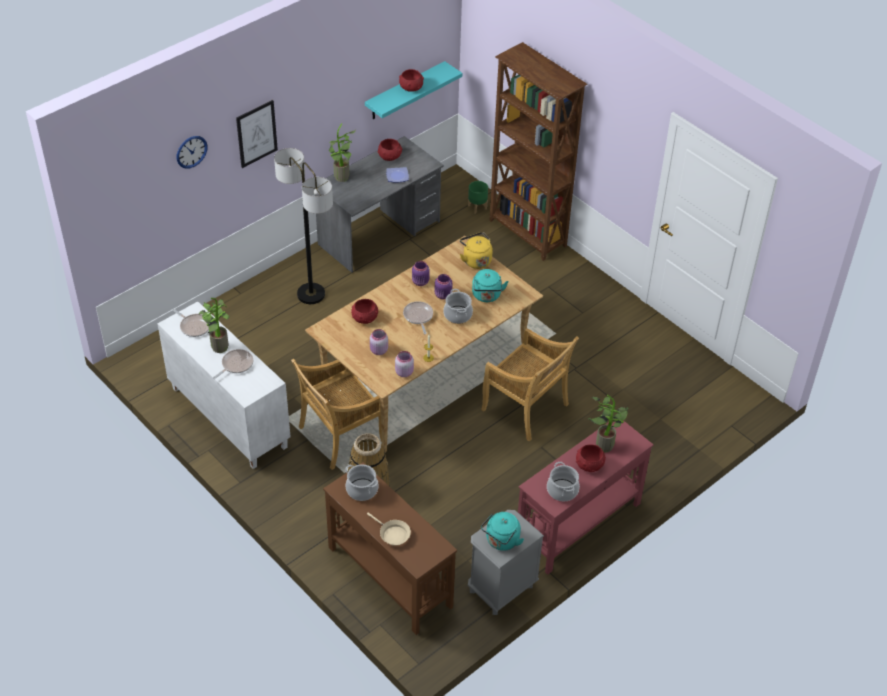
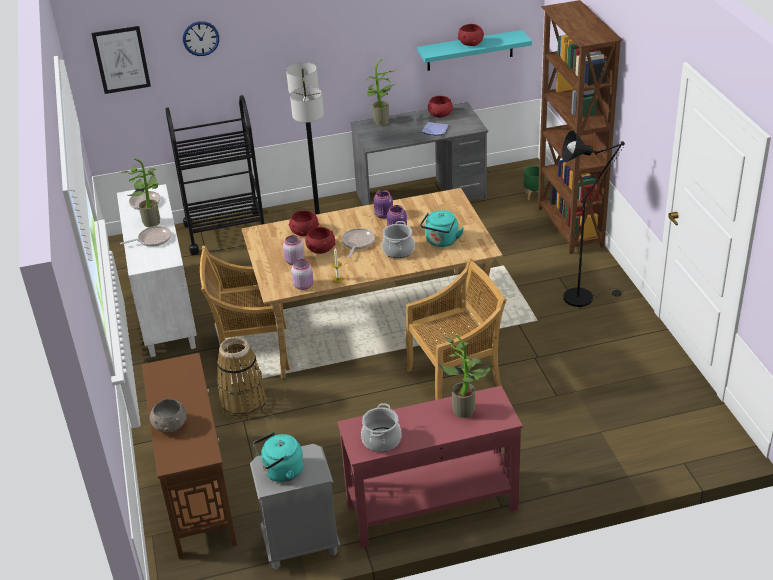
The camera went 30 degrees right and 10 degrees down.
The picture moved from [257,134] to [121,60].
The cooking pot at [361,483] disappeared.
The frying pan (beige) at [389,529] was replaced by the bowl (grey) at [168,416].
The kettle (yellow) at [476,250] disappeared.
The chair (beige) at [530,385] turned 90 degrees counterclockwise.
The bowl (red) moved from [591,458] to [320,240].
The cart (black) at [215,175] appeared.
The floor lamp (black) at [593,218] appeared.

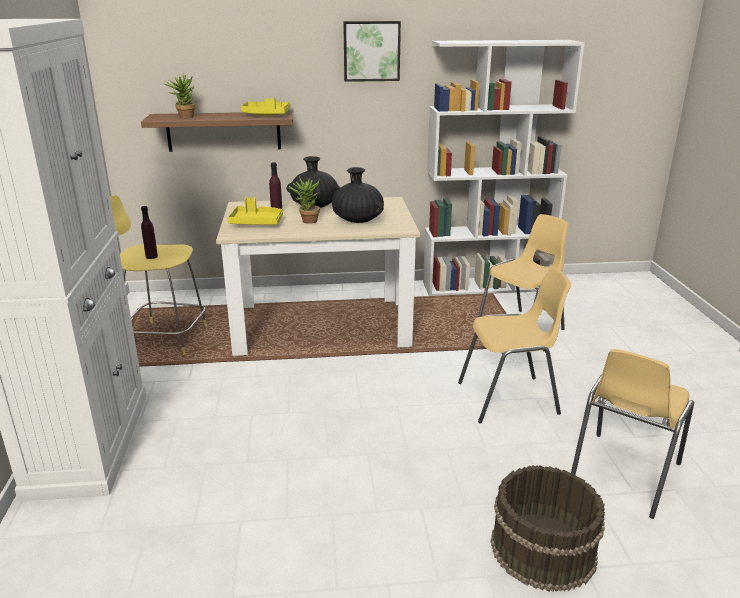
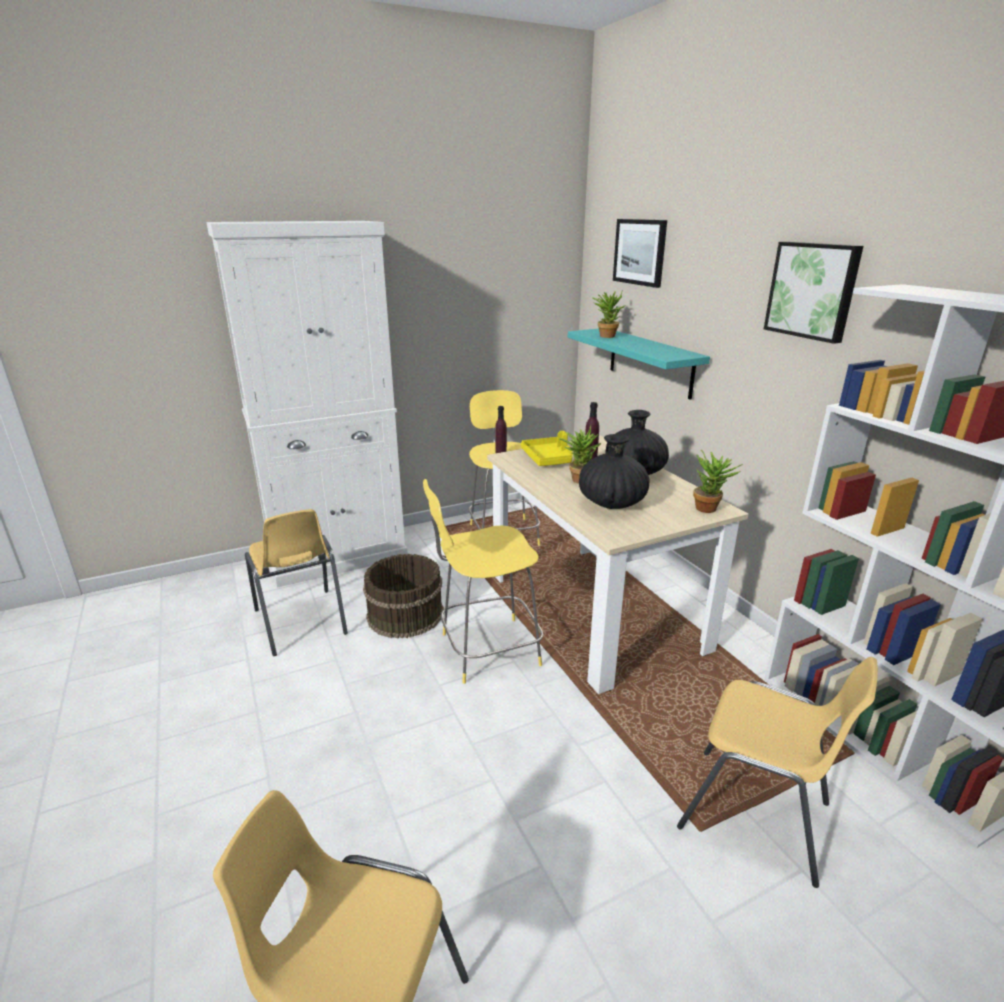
The camera went 70 degrees right and 0 degrees up.
The shelf (brown) at [217,132] became the shelf (turquoise) at [639,364].
The tray (yellow) at [265,107] disappeared.
The chair (yellow) moved from [514,345] to [296,582].
The bucket (brown) moved from [547,528] to [403,596].
The stool (yellow) at [483,581] appeared.
The picture at [640,253] appeared.
The potted plant at [718,481] appeared.

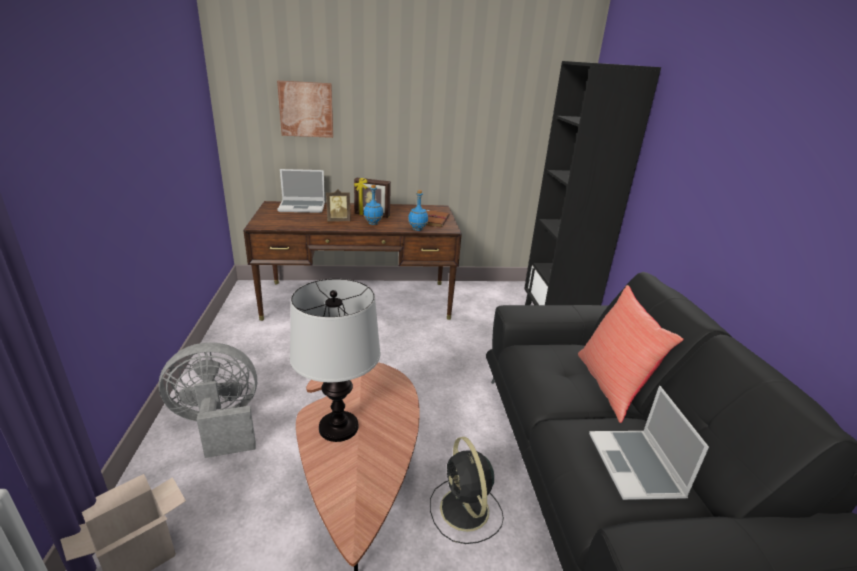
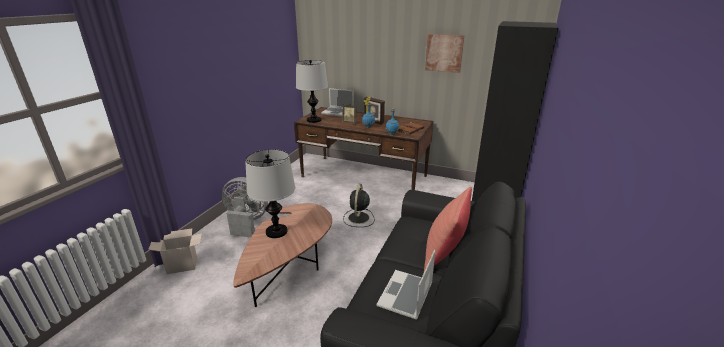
The camera went 30 degrees right and 0 degrees up.
The picture moved from [305,109] to [444,53].
The fan (black) moved from [467,490] to [358,205].
The table lamp at [312,91] appeared.

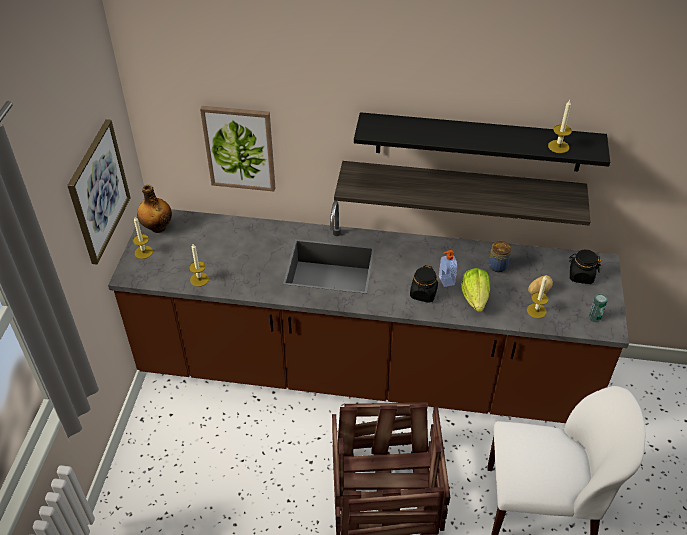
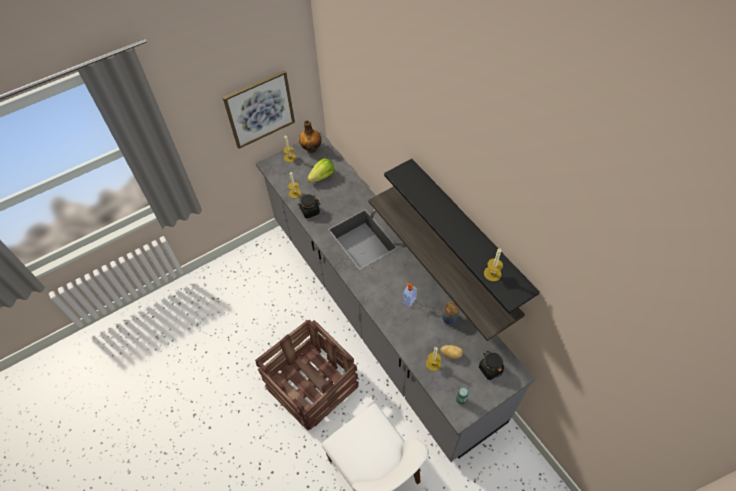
The camera went 50 degrees right and 10 degrees up.
The counter (brown) at [368,312] became the counter (grey) at [395,297].
The picture at [237,148] disappeared.
The jar (black) moved from [424,284] to [309,206].
The lettuce moved from [475,290] to [321,170].

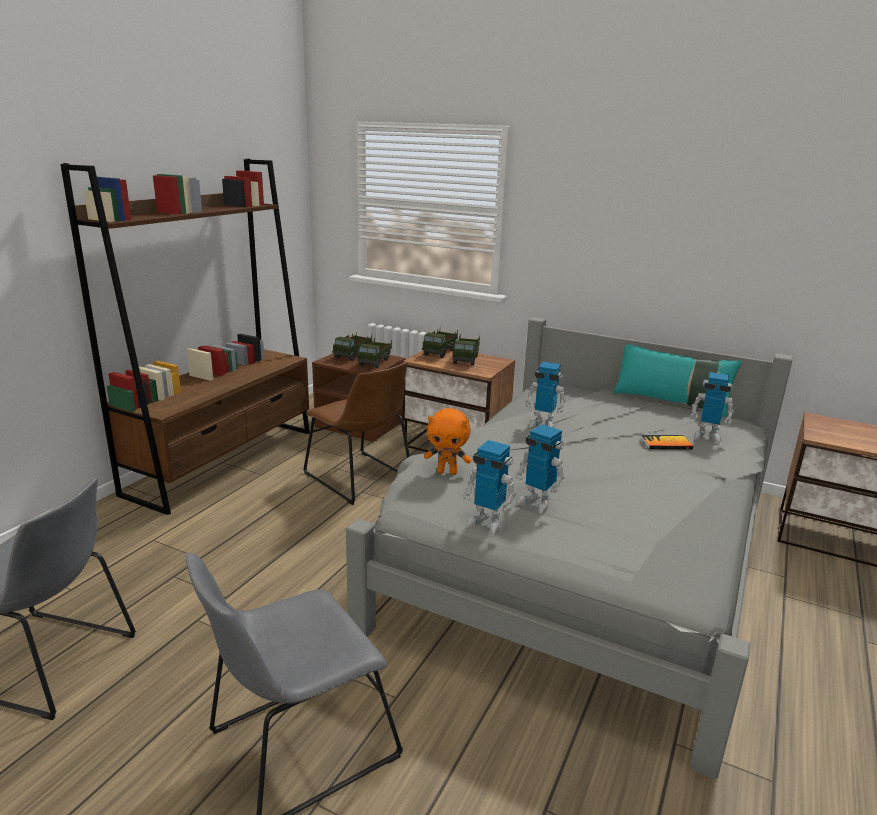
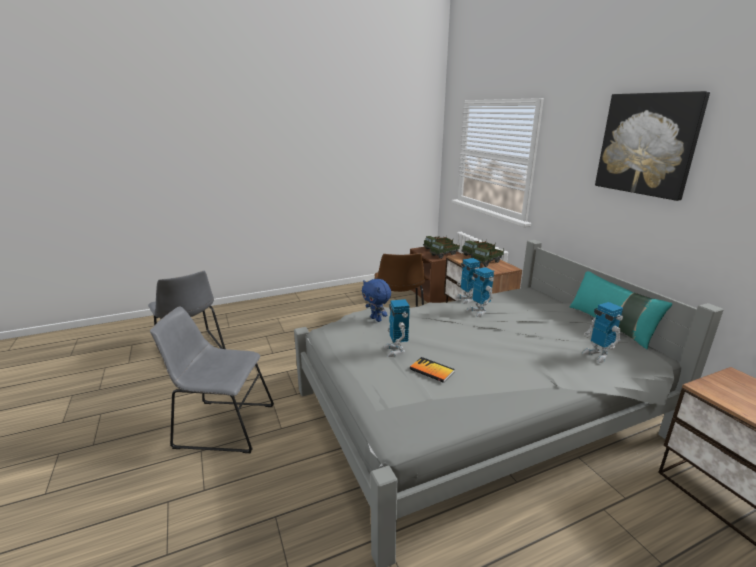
The camera went 40 degrees right and 0 degrees up.
The bookcase (brown) at [185,337] disappeared.
The plush toy (orange) at [447,441] became the plush toy (blue) at [376,300].
The toy robot moved from [489,487] to [467,281].
The book moved from [667,442] to [431,370].
The picture at [652,146] appeared.

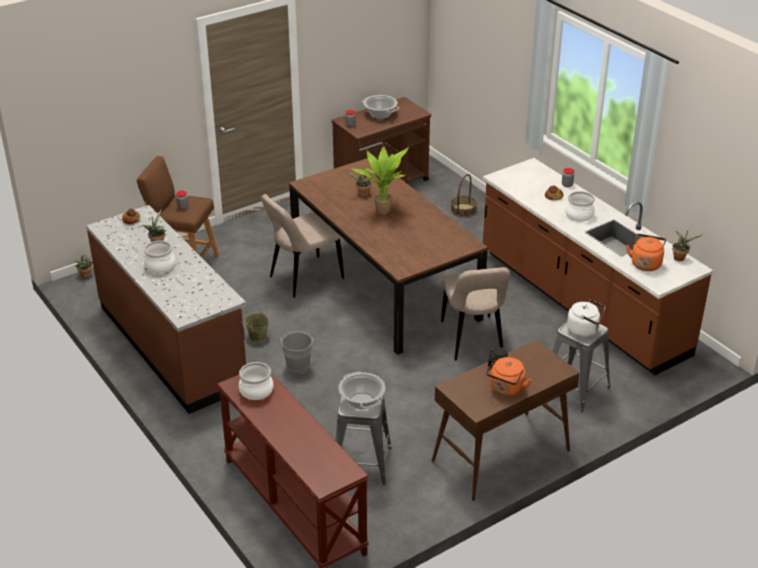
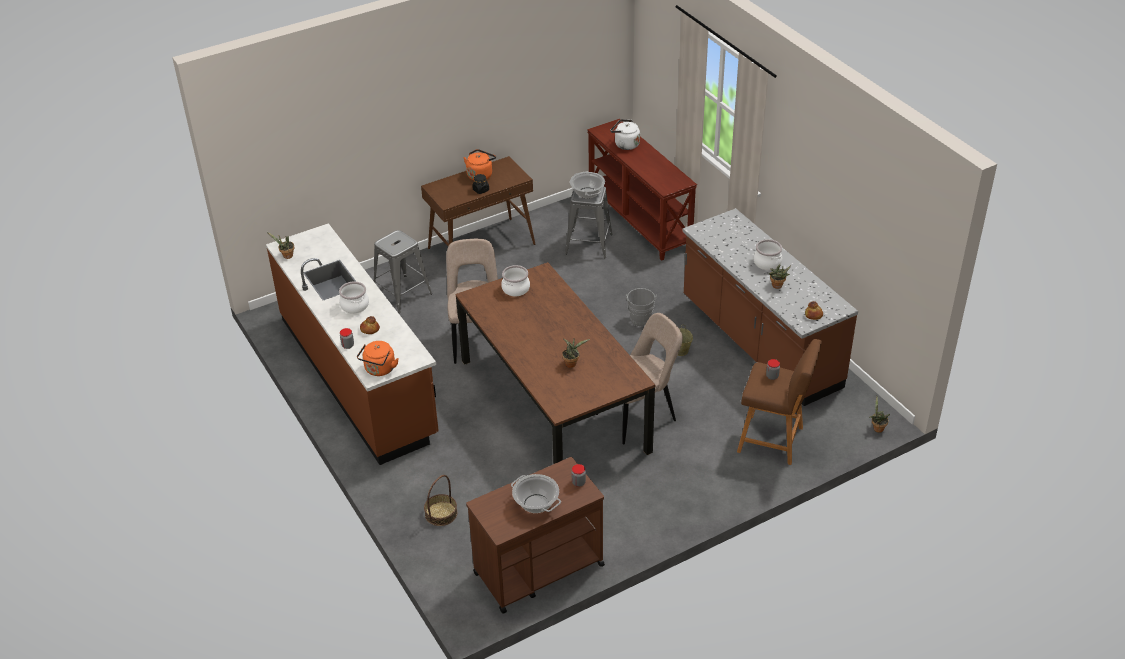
The camera went 175 degrees left and 5 degrees up.
The cooking pot moved from [256,381] to [515,280].
The potted plant at [380,180] disappeared.
The kettle (white) moved from [586,318] to [625,134].
The kettle (orange) moved from [646,252] to [377,358].

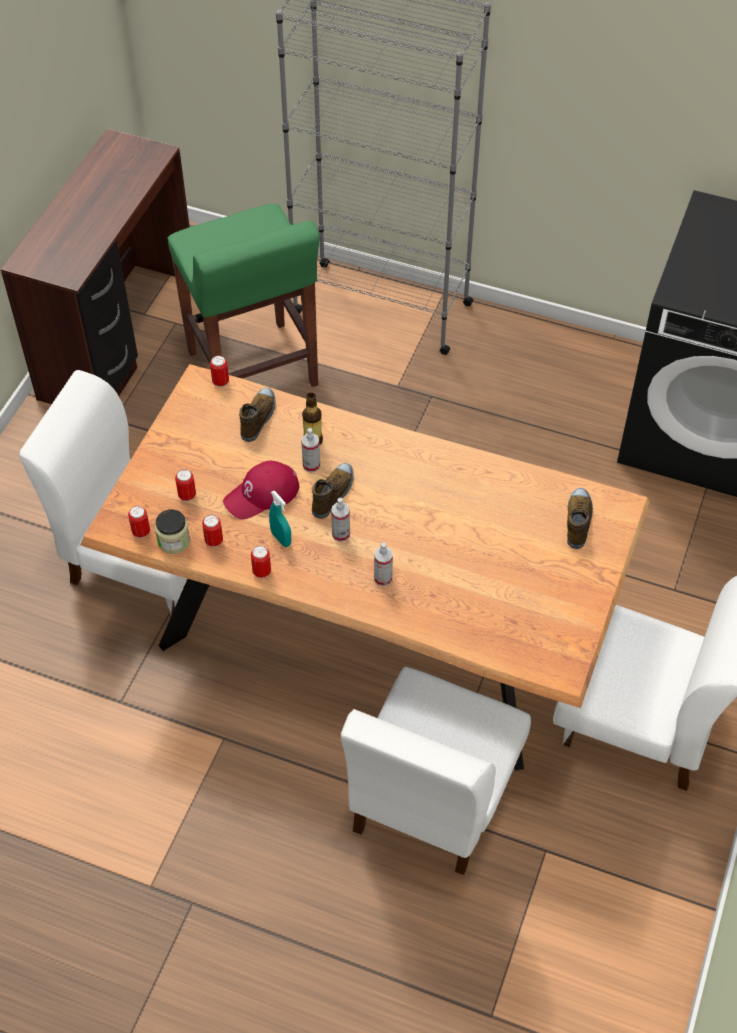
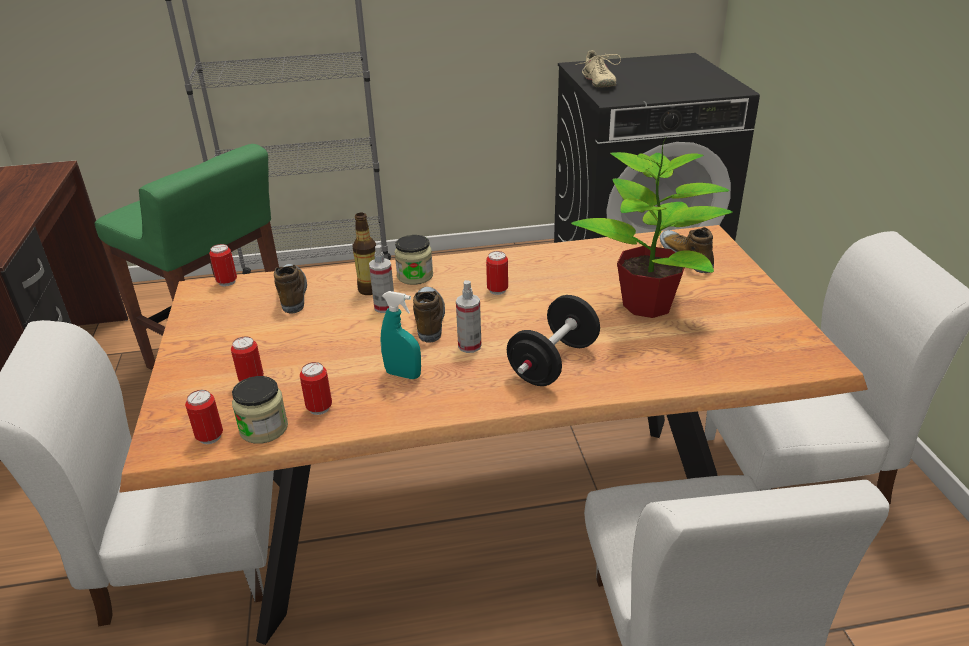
The camera went 30 degrees left and 20 degrees down.
The cap (red) at [261,490] disappeared.
The can moved from [261,562] to [497,273].
The spray bottle at [383,564] was replaced by the dumbbell (black) at [553,340].
The jar at [414,260] appeared.
The potted plant at [652,228] appeared.
The shoe (beige) at [598,68] appeared.

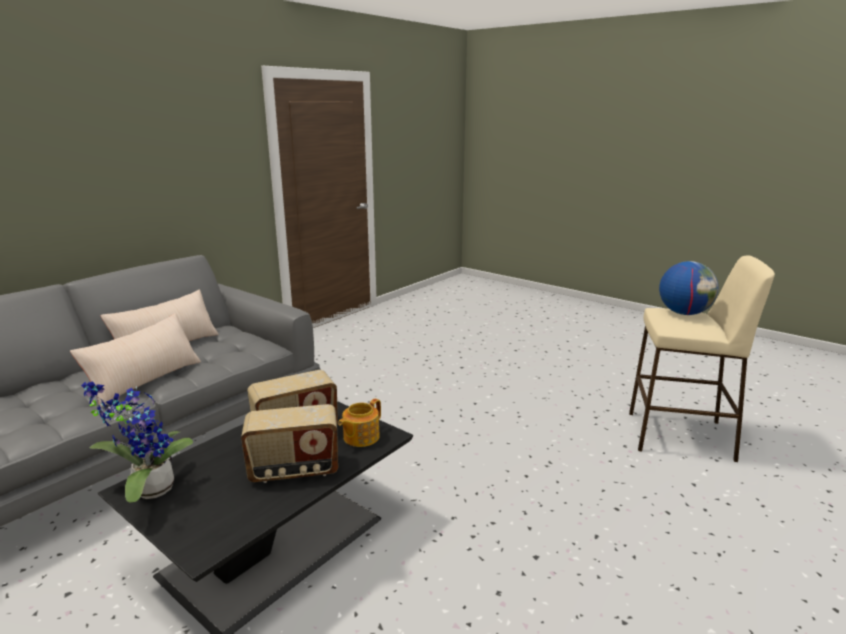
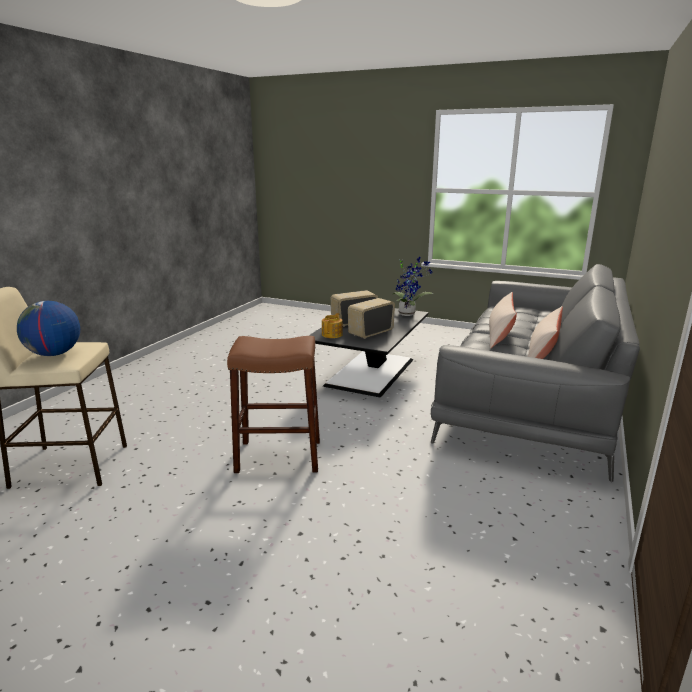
The camera went 165 degrees right and 0 degrees up.
The stool (brown) at [273,404] appeared.

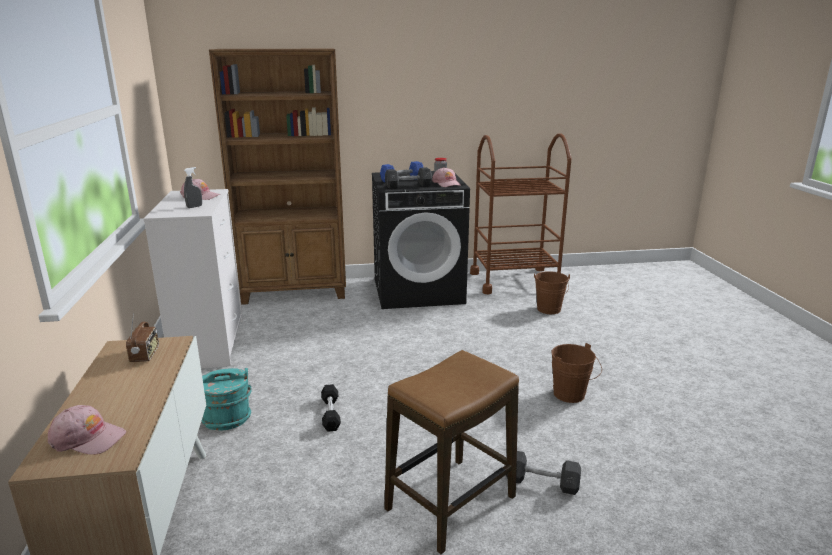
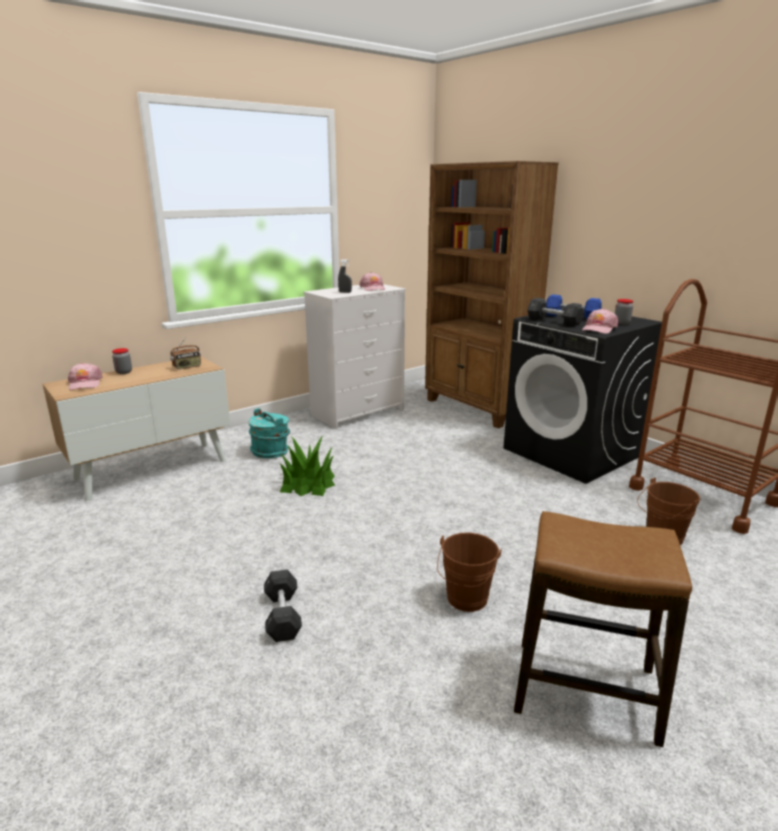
The camera went 60 degrees right and 0 degrees up.
The dumbbell (black) at [331,408] was replaced by the potted plant at [307,466].
The stool moved from [451,452] to [603,629].
The jar at [122,361] appeared.

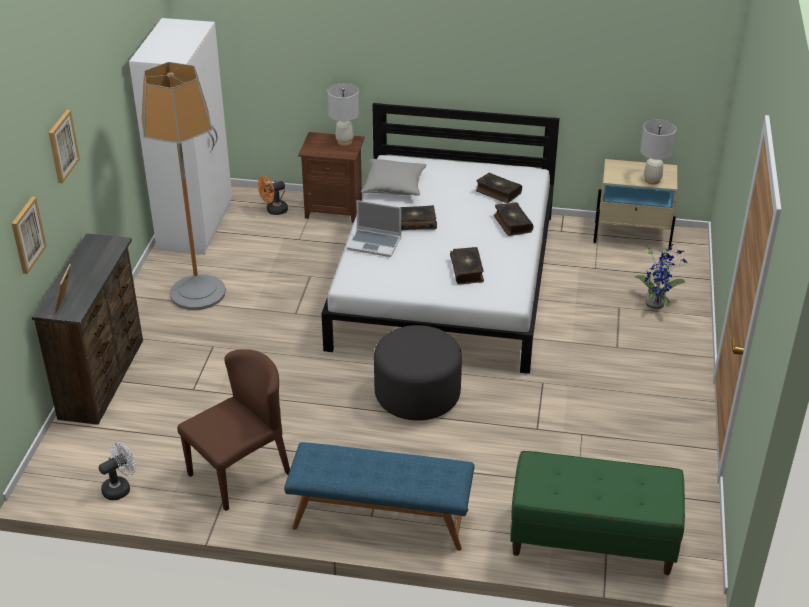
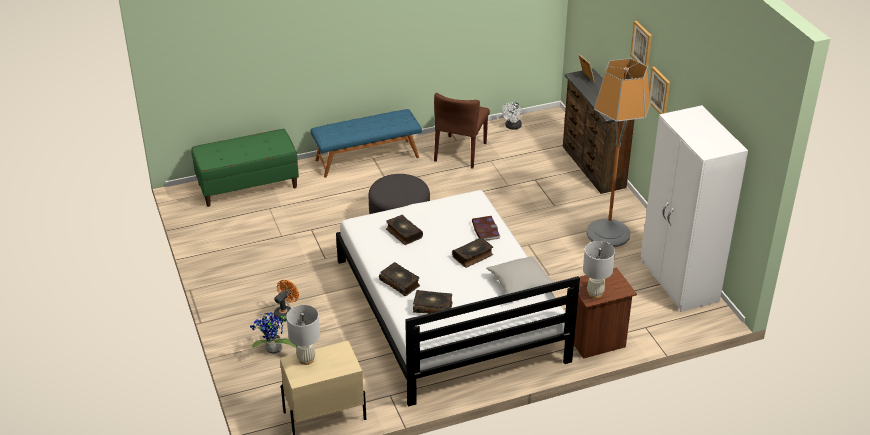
The camera went 150 degrees right and 0 degrees up.
The picture moved from [29,235] to [659,90].
The fan (orange) moved from [273,195] to [286,301].
The laptop at [373,228] was replaced by the book at [486,228].

